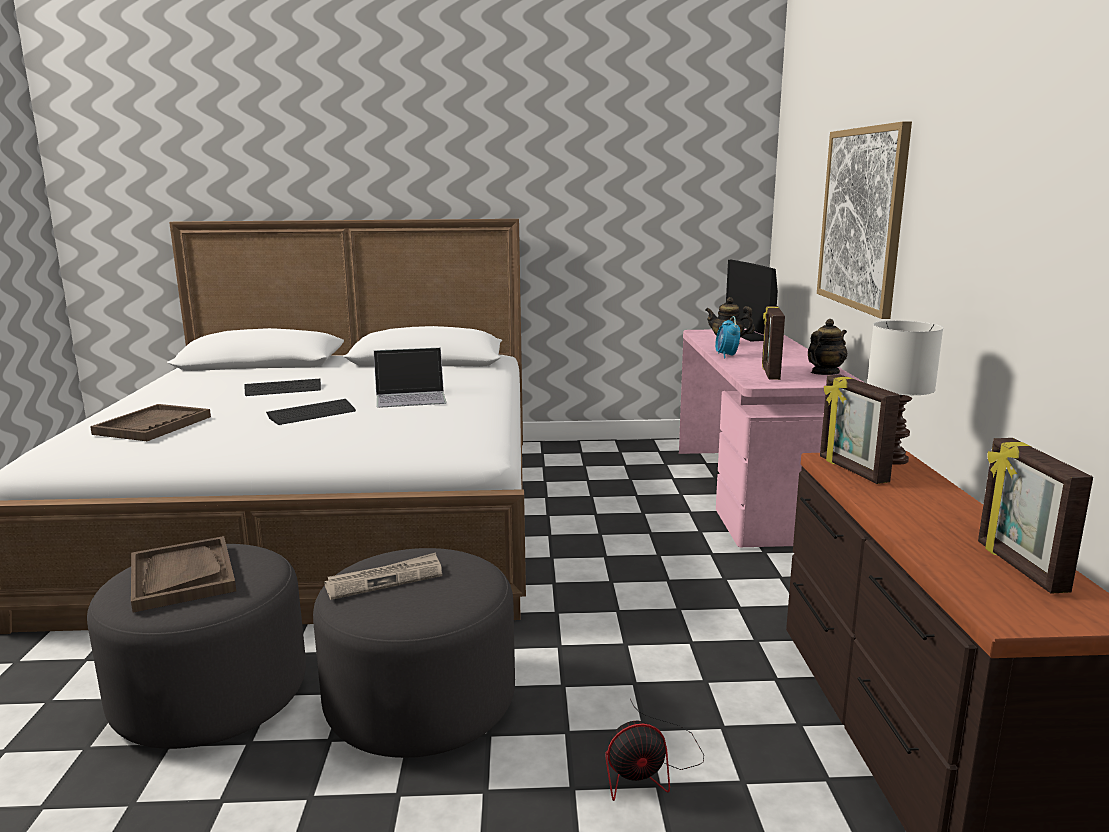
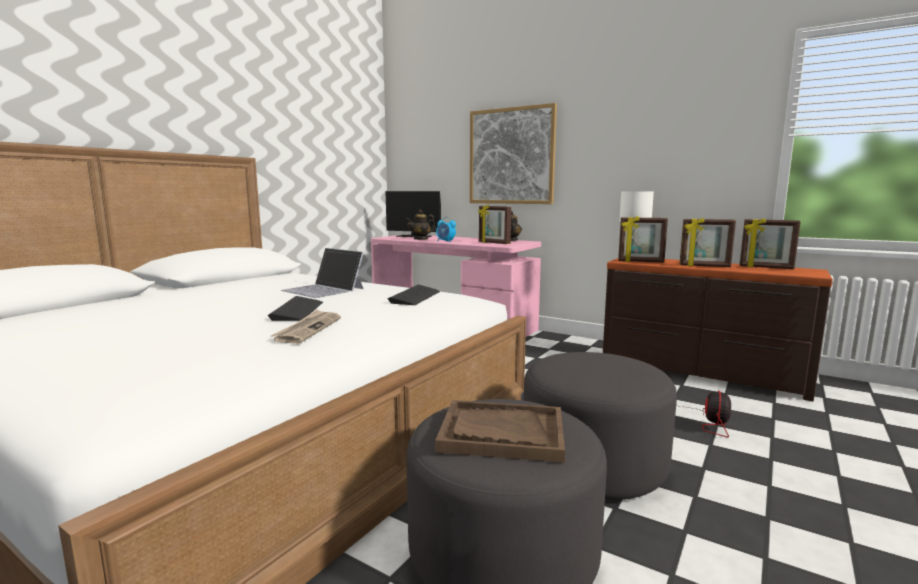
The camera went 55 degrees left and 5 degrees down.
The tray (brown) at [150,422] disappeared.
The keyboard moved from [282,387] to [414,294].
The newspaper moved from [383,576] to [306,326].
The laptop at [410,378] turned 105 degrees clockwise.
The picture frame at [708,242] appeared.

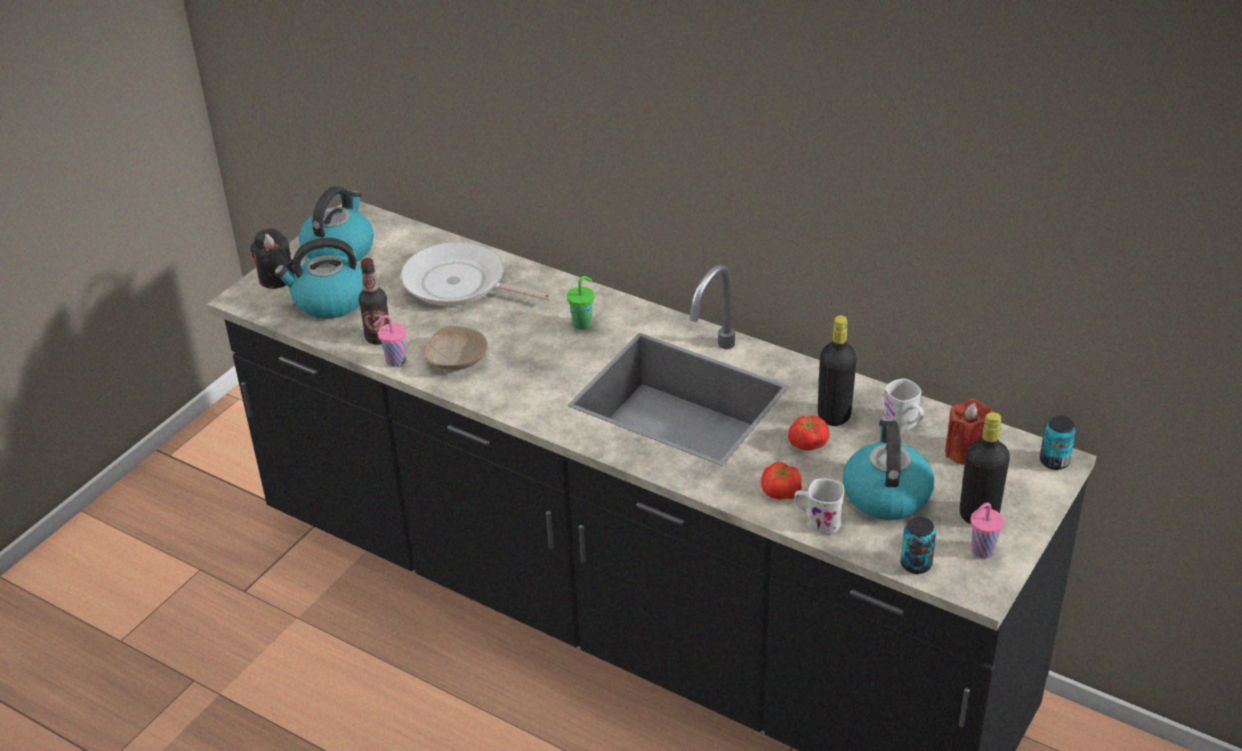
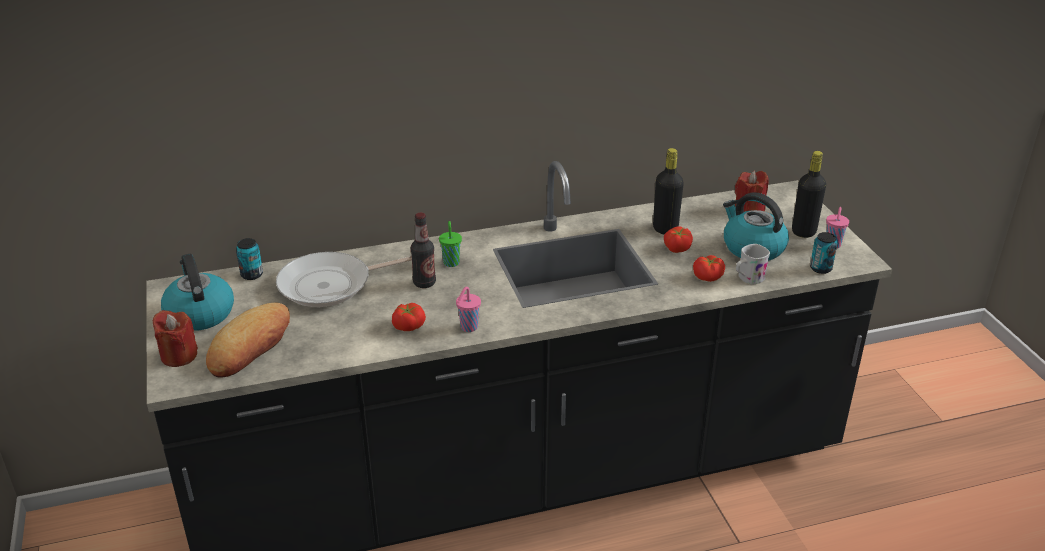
The camera went 50 degrees left and 5 degrees down.
The candle (black) at [272,258] became the candle (red) at [175,338].
The kettle at [318,278] was replaced by the bread at [248,340].
The bottle moved from [373,301] to [423,250].
The cup (pink) moved from [389,341] to [468,309].
The bowl (beige) at [456,348] was replaced by the tomato at [409,317].
The mug (white) at [903,405] disappeared.
The can moved from [1058,443] to [249,259].

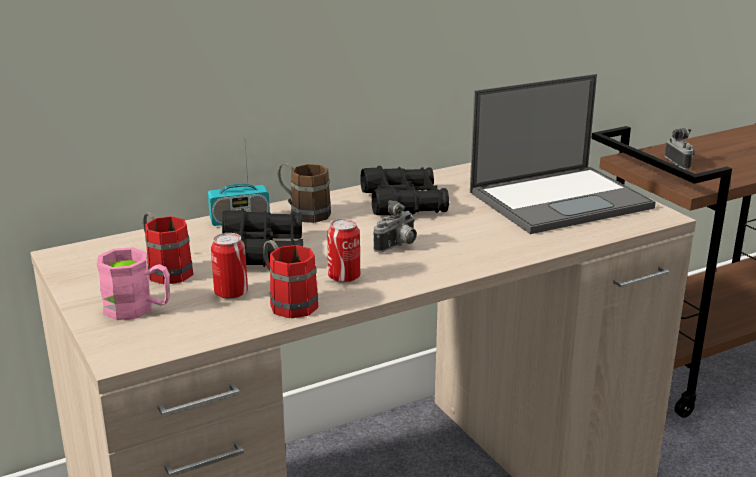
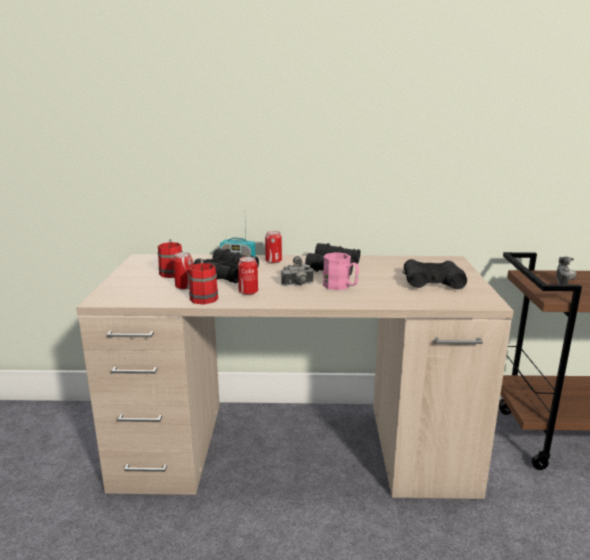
The camera went 30 degrees right and 5 degrees down.
The mug (pink) moved from [133,283] to [341,271].
The mug (brown) at [304,193] was replaced by the can at [273,247].
The laptop at [563,154] was replaced by the binoculars (black) at [434,274].

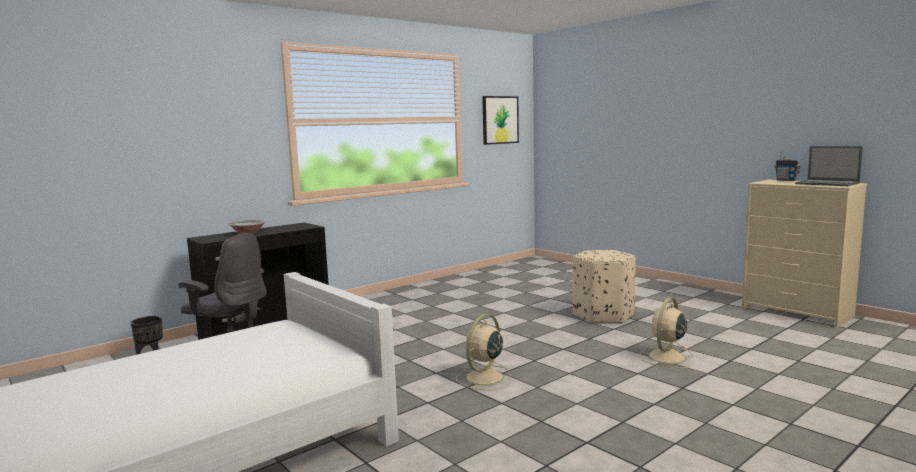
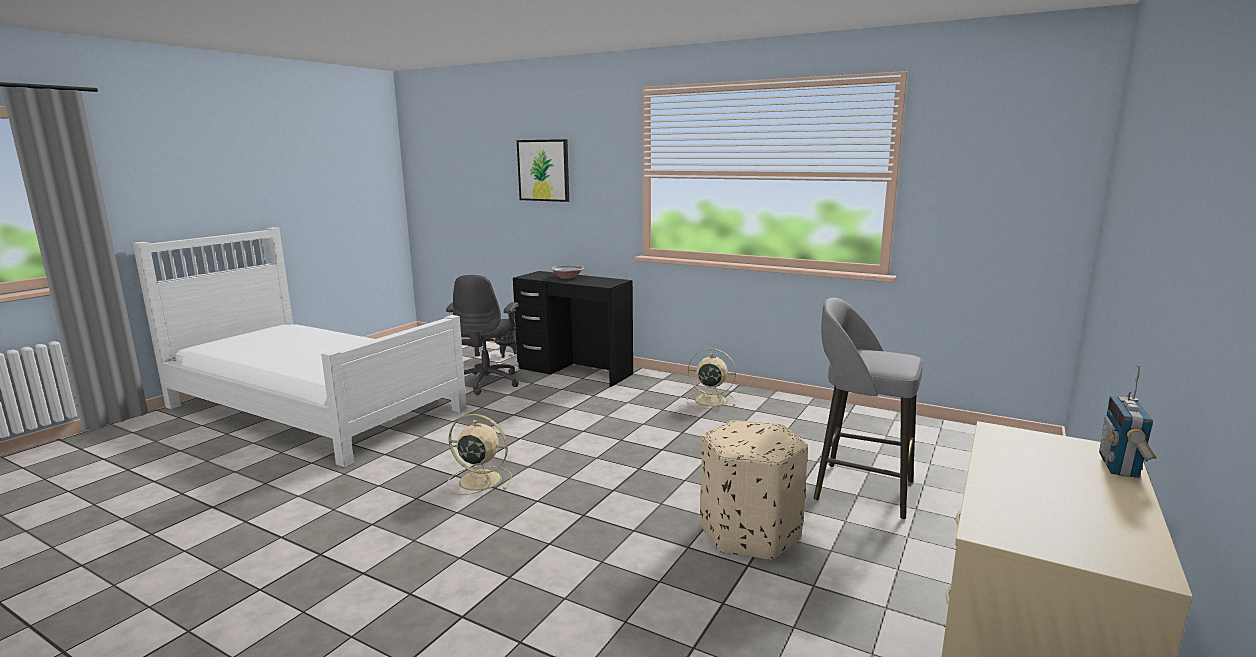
The camera went 70 degrees right and 5 degrees up.
The picture moved from [500,120] to [543,170].
The fan (beige) moved from [666,332] to [711,378].
The laptop at [829,166] disappeared.
The stool (grey) at [868,408] appeared.

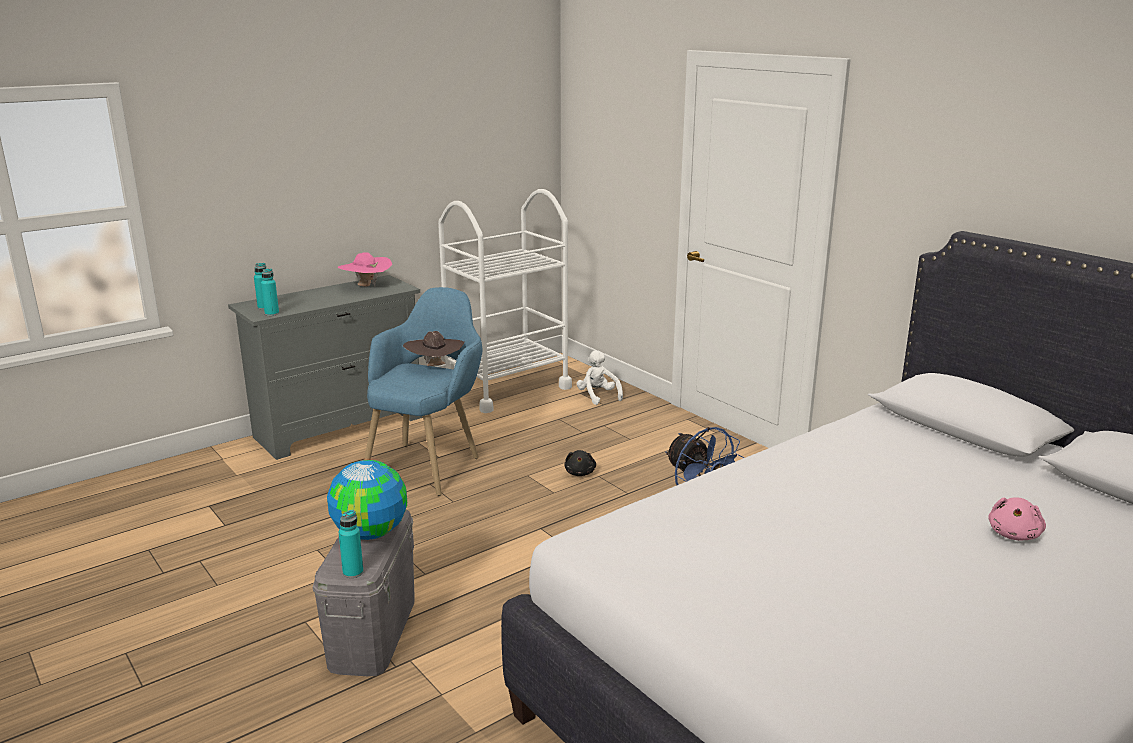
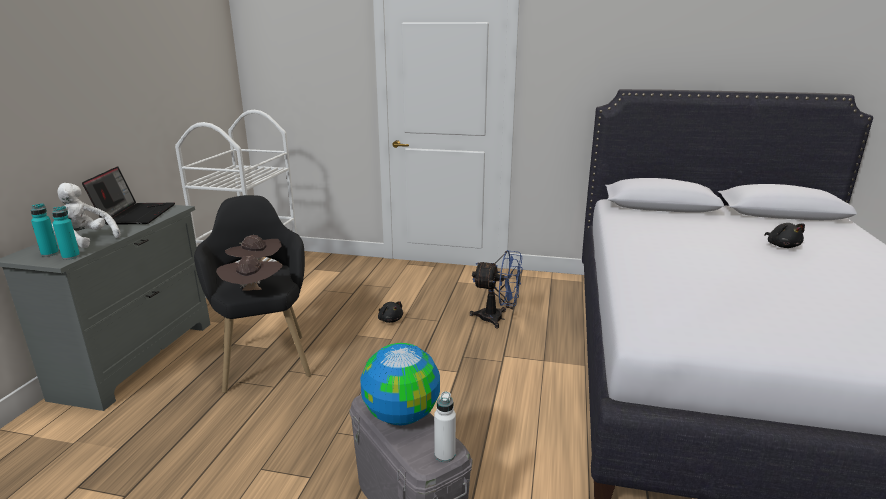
The camera went 40 degrees left and 0 degrees up.
The hat (pink) at [365,269] was replaced by the laptop at [128,195].
The bottle (turquoise) at [351,544] became the bottle (white) at [445,427].
The armchair (blue) at [423,391] became the armchair (black) at [252,294].
The plush toy (white) moved from [600,377] to [86,215].
The plush toy (pink) at [1017,518] became the plush toy (black) at [784,235].
The hat (brown) at [250,273] appeared.

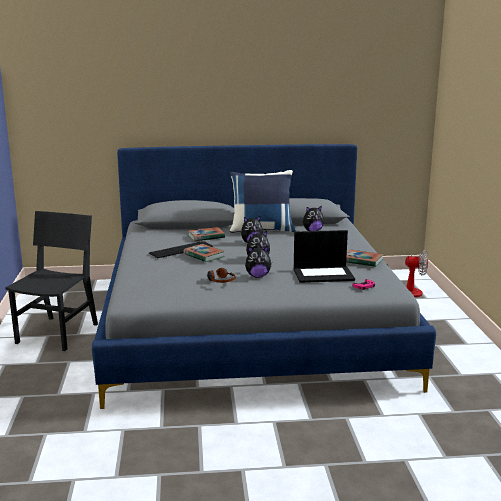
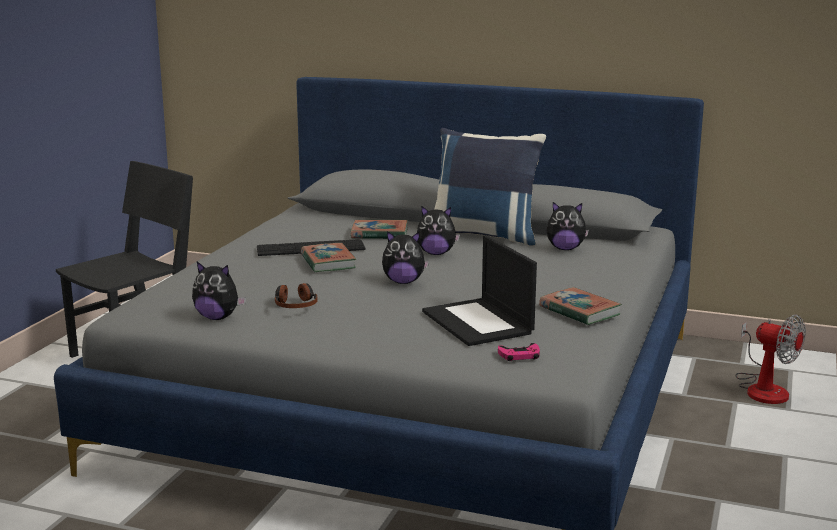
The camera went 25 degrees right and 0 degrees up.
The plush toy moved from [258,262] to [219,291].
The laptop at [324,256] turned 45 degrees clockwise.

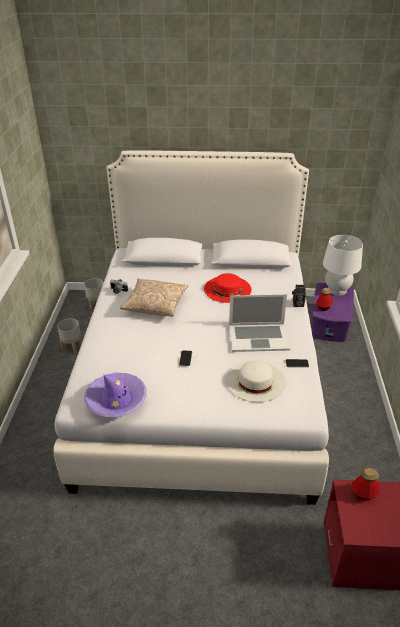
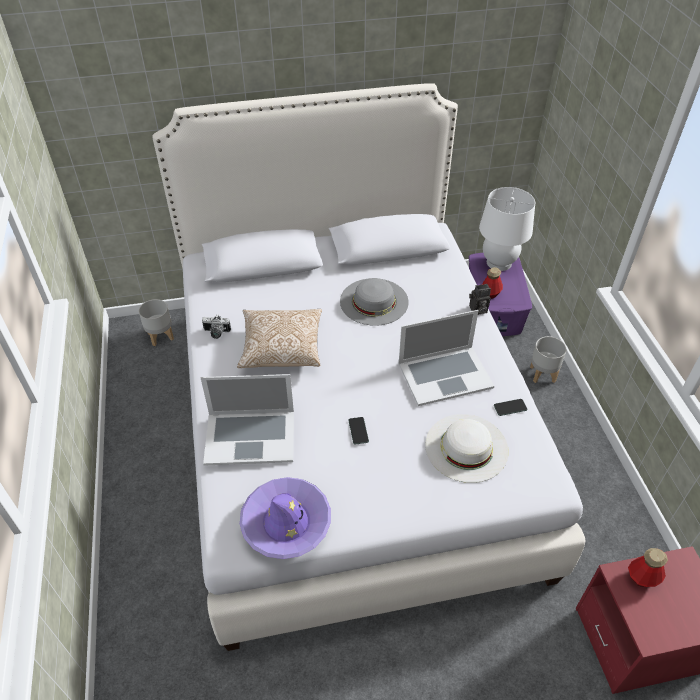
The camera went 15 degrees left and 10 degrees up.
The planter (grey) moved from [69,335] to [548,359].
The hat (red) at [228,288] became the hat (grey) at [374,302].
The laptop at [247,420] appeared.

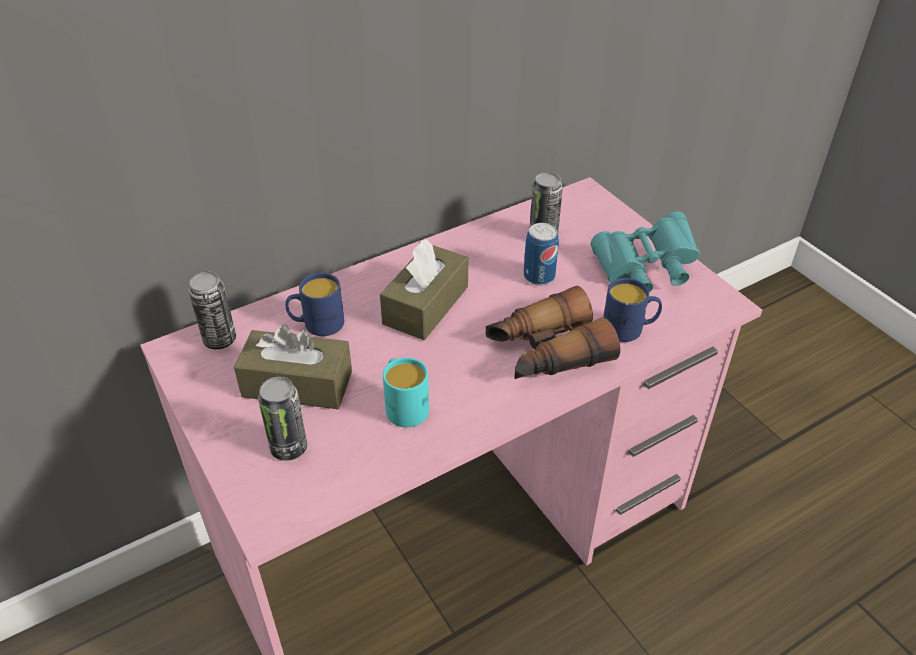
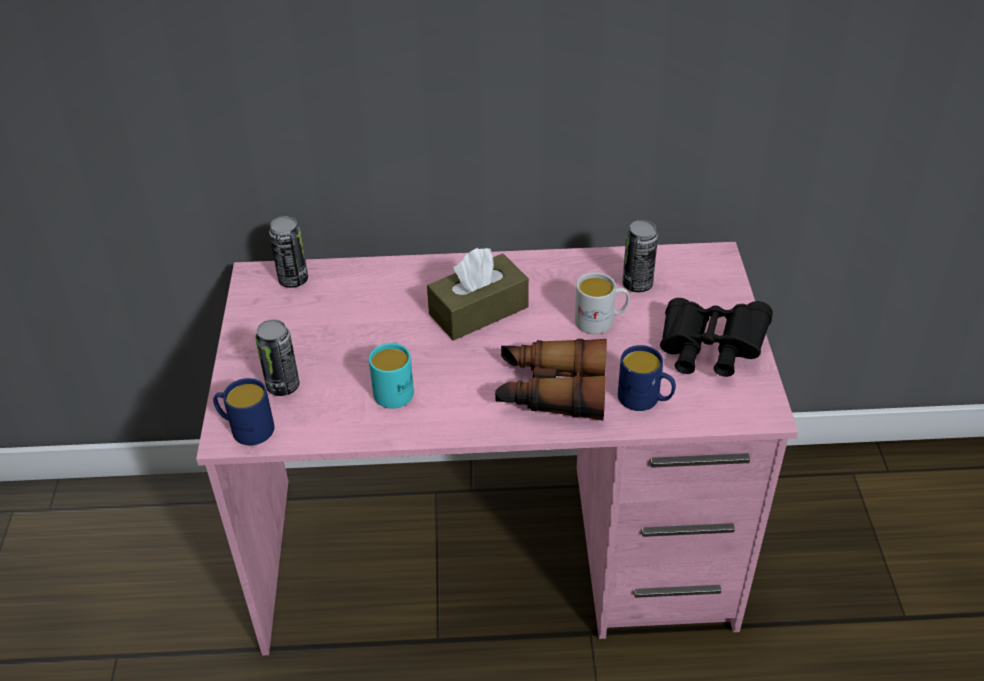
The camera went 30 degrees right and 0 degrees up.
The tissue box (brown) at [293,366] disappeared.
The mug (blue) moved from [315,304] to [243,411].
The can at [541,254] was replaced by the mug (white) at [602,303].
The binoculars (turquoise) at [645,252] became the binoculars (black) at [716,337].

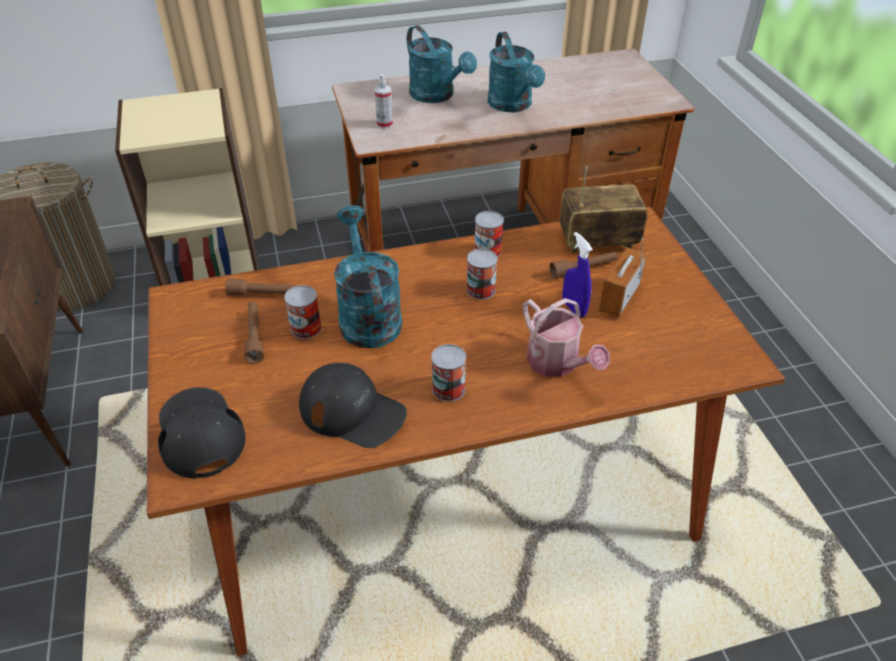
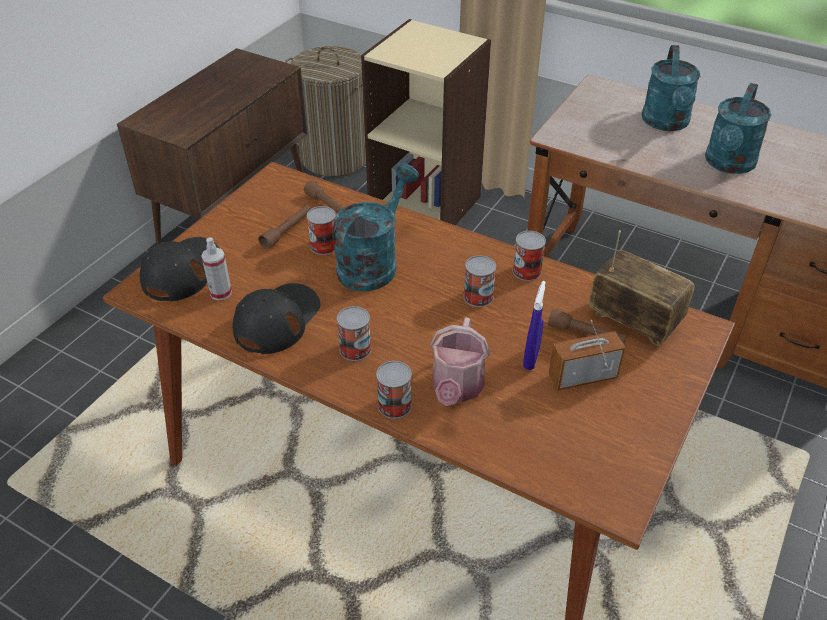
The camera went 45 degrees right and 0 degrees up.
The cap (black) at [353,405] turned 135 degrees counterclockwise.
The spray bottle moved from [384,101] to [216,269].
The can at [394,390] appeared.

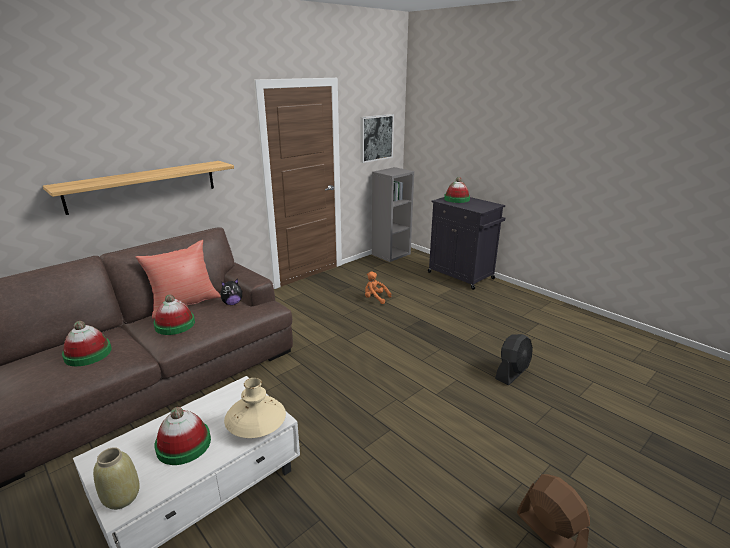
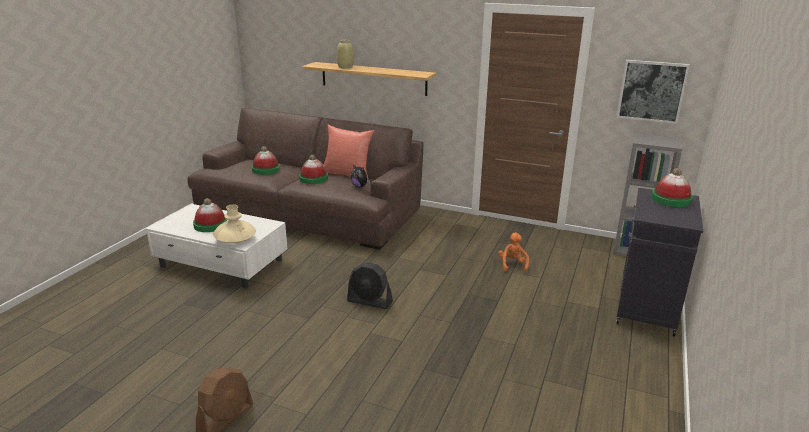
The camera went 65 degrees right and 0 degrees up.
The vase (beige) moved from [116,478] to [345,54].
The fan (black) moved from [514,359] to [370,286].

